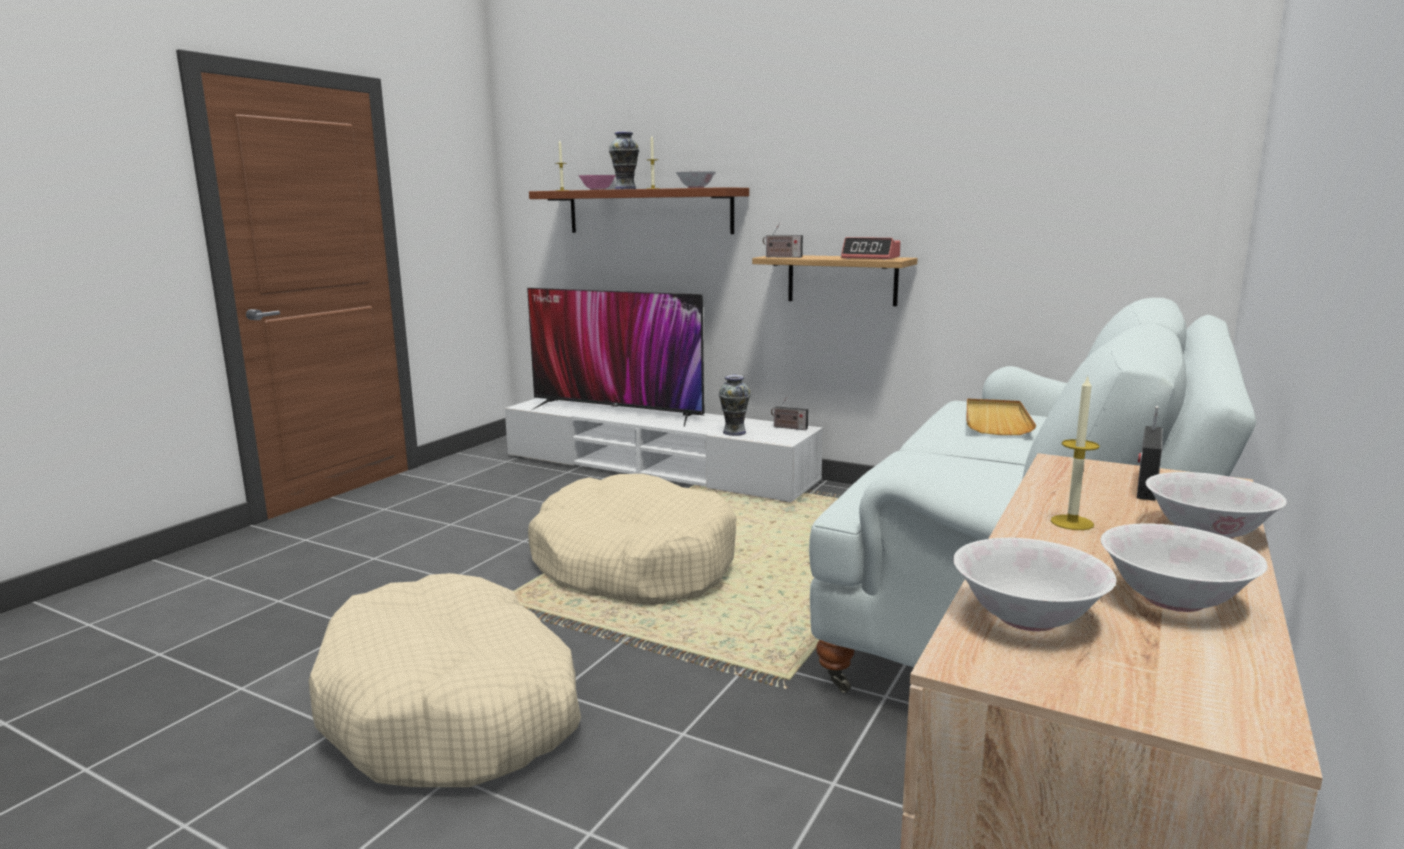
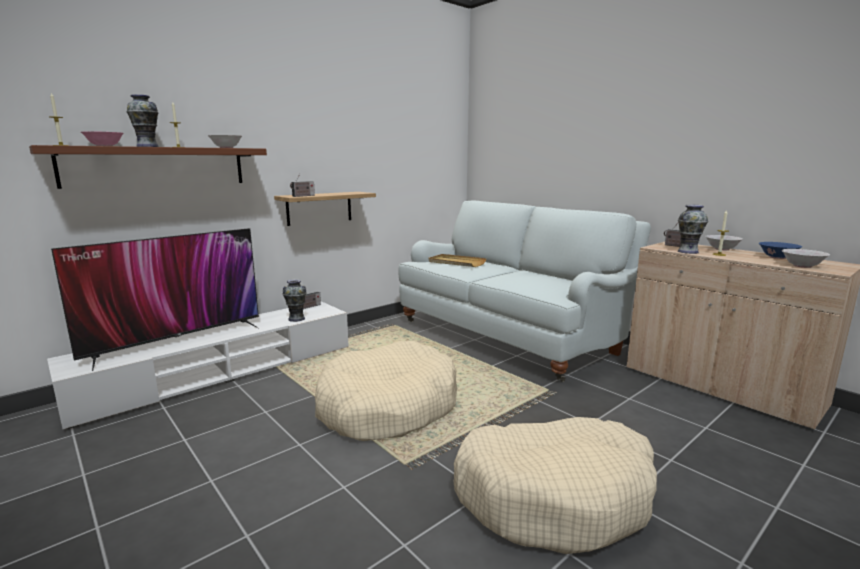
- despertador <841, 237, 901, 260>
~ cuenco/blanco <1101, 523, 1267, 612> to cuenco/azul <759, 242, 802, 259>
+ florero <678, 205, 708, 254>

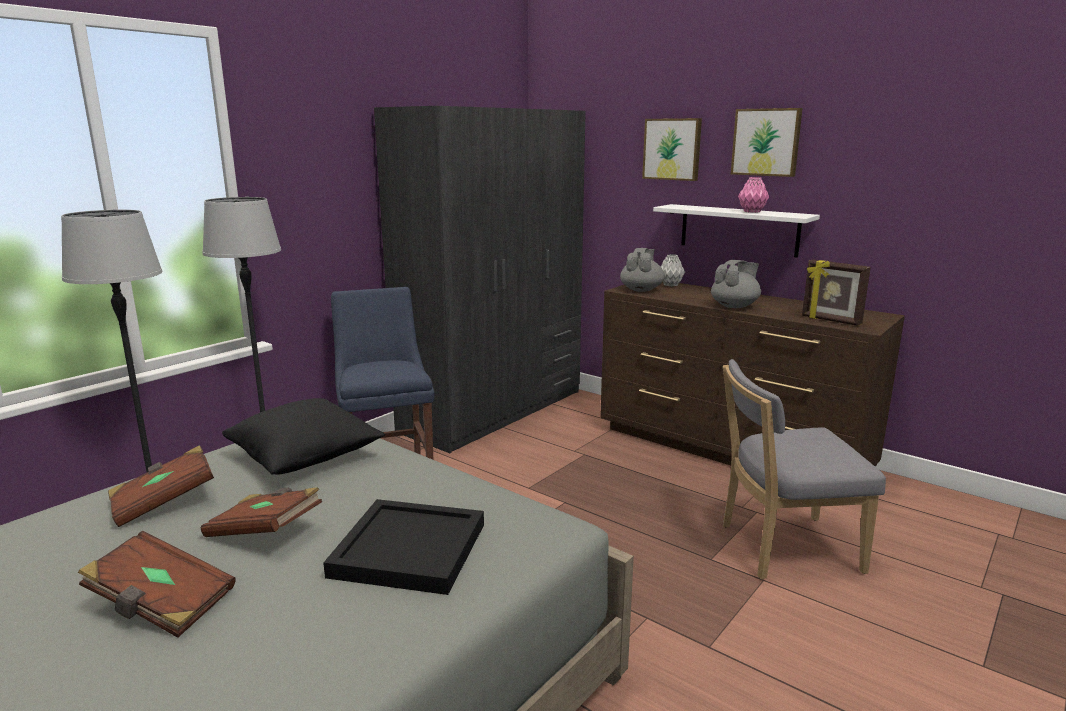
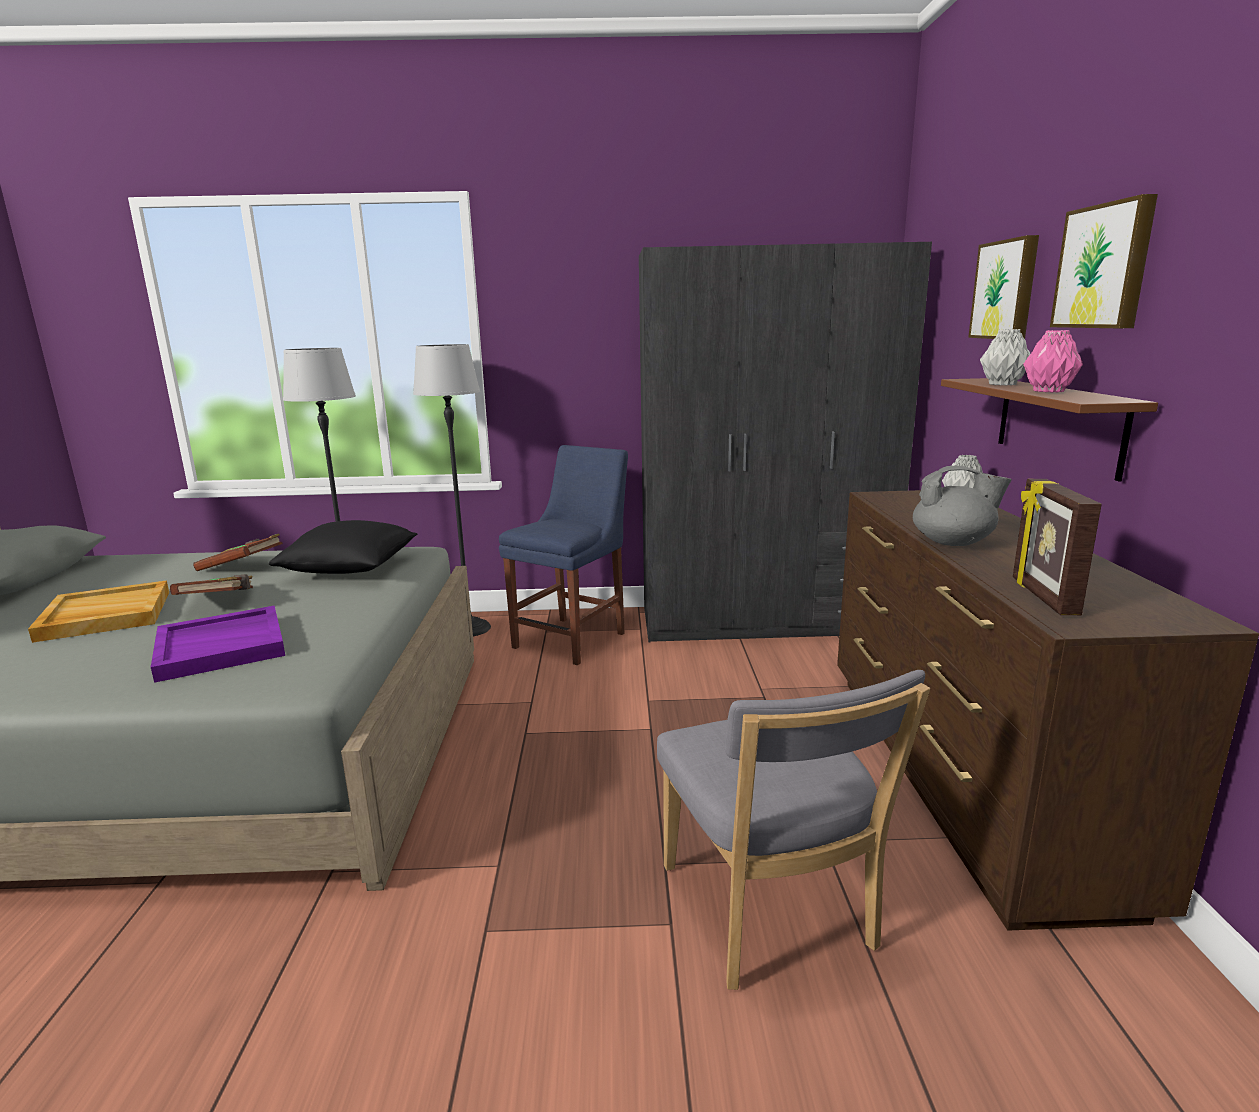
~ libro/marrón <78, 530, 236, 638> to bandeja/beis <28, 580, 169, 643>
~ bandeja/negro <323, 499, 484, 595> to bandeja/morado <151, 606, 285, 683>
- tetera/gris <620, 248, 665, 292>
~ estante/blanco <653, 204, 820, 258> to estante/marrón <941, 378, 1158, 482>
~ silla/gris <723, 359, 886, 580> = <657, 670, 930, 990> 150 degrees counterclockwise
+ florero/gris <980, 329, 1030, 386>

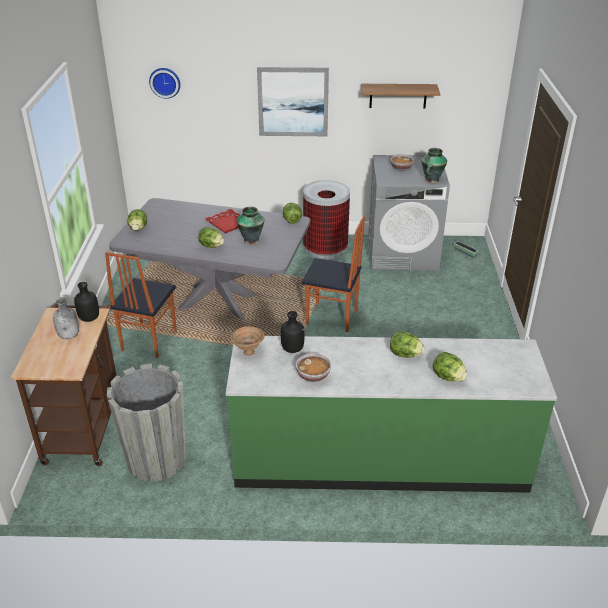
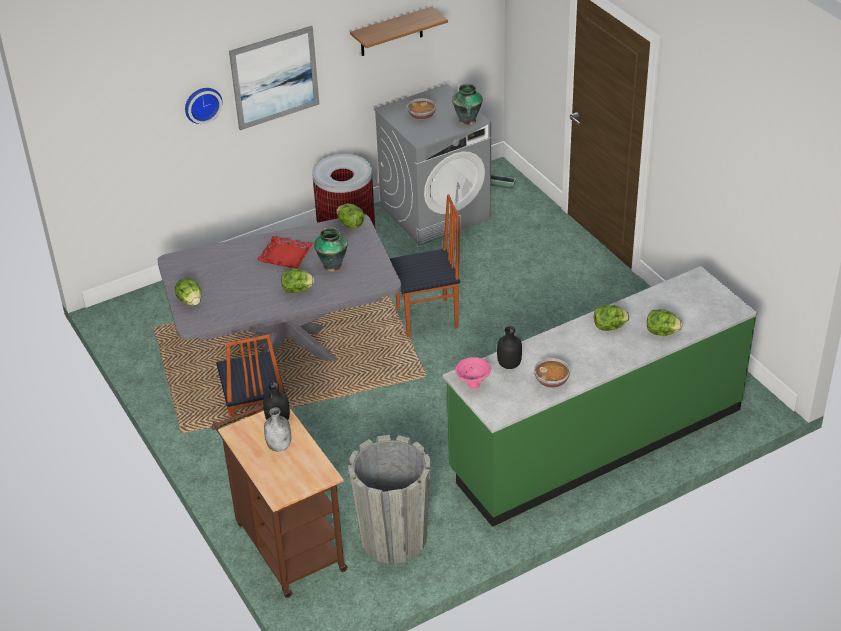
~ reloj de pared <149, 68, 180, 99> to <185, 88, 223, 124>
~ cuenco/marrón <230, 326, 265, 356> to cuenco/rosa <455, 357, 491, 389>

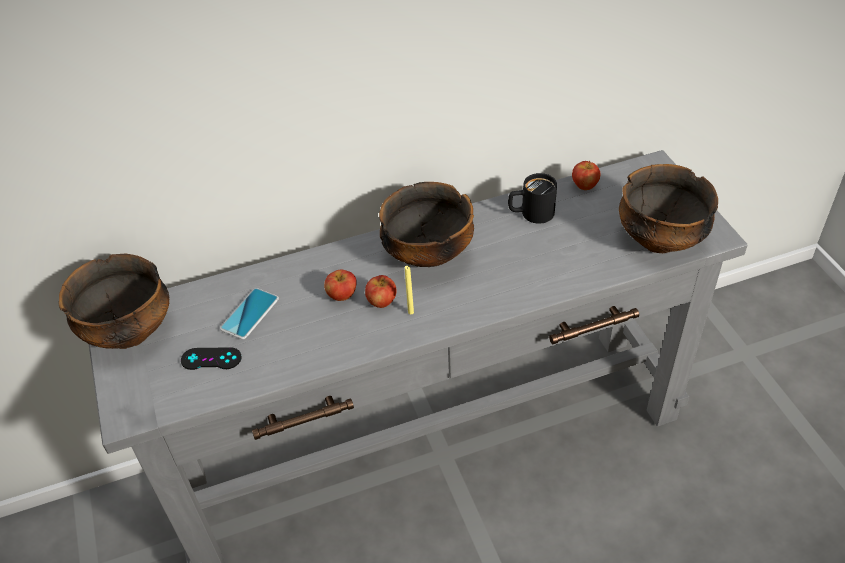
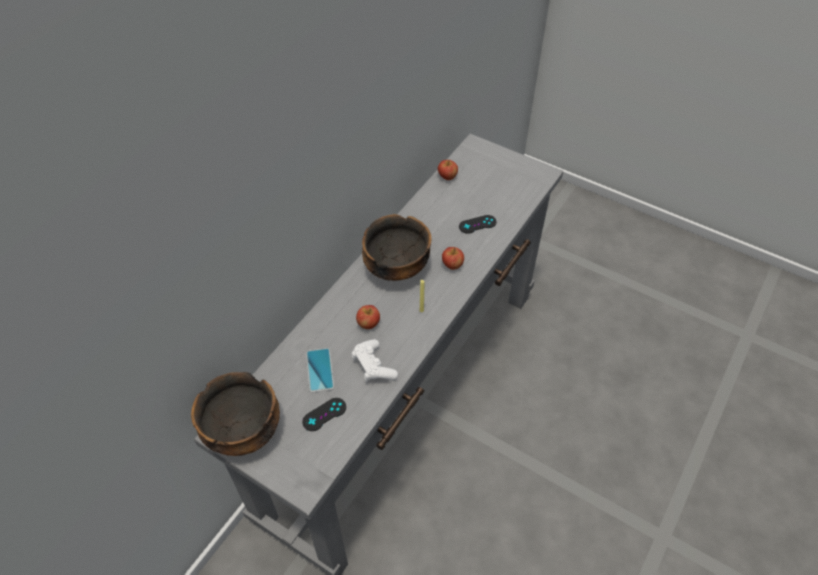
~ manzana <365, 275, 396, 308> to <442, 247, 464, 270>
- taza grande/negro <508, 173, 557, 224>
- cuenco <619, 164, 718, 253>
+ mando de consola/blanco <352, 339, 398, 382>
+ mando de consola/negro <459, 215, 496, 234>

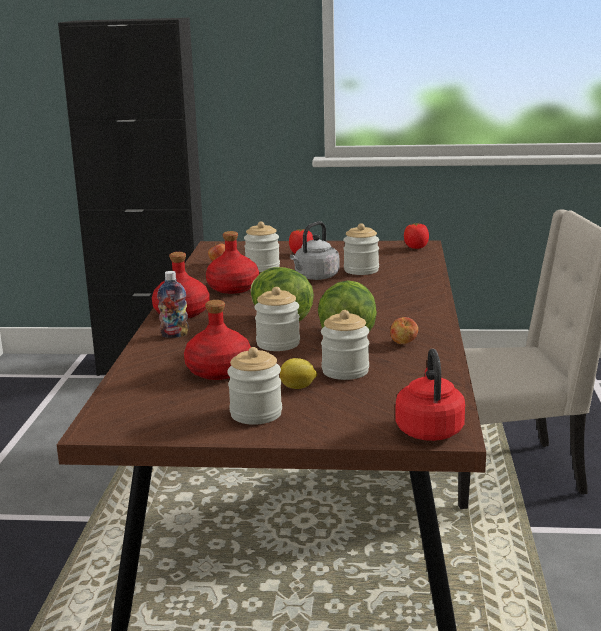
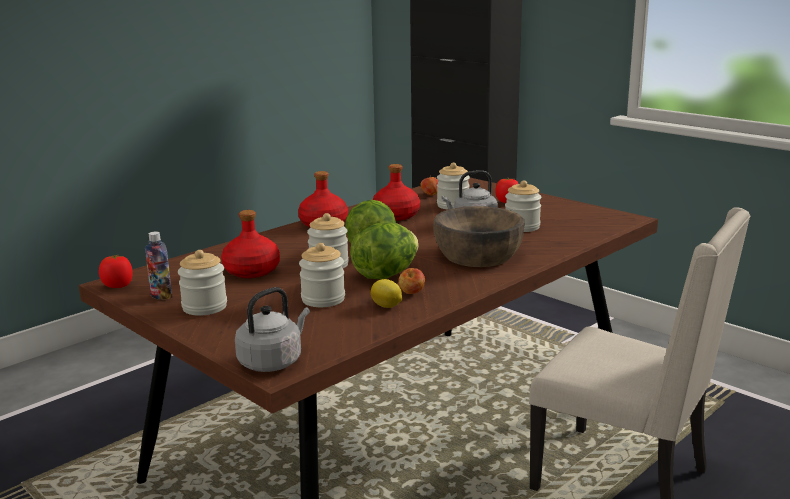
~ botella <157, 271, 189, 338> to <145, 231, 173, 300>
~ limón <280, 358, 317, 389> to <371, 279, 402, 308>
~ hervidor/rojo <395, 349, 465, 441> to hervidor/gris <235, 287, 310, 372>
~ tomate <404, 223, 429, 249> to <99, 255, 132, 288>
+ cuenco/marrón <433, 206, 524, 267>

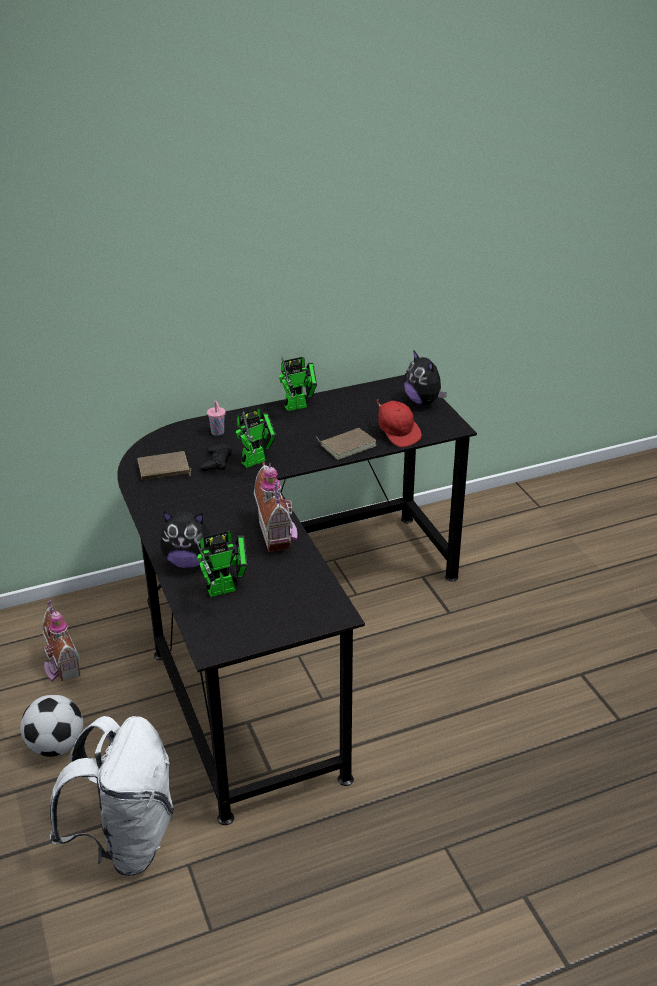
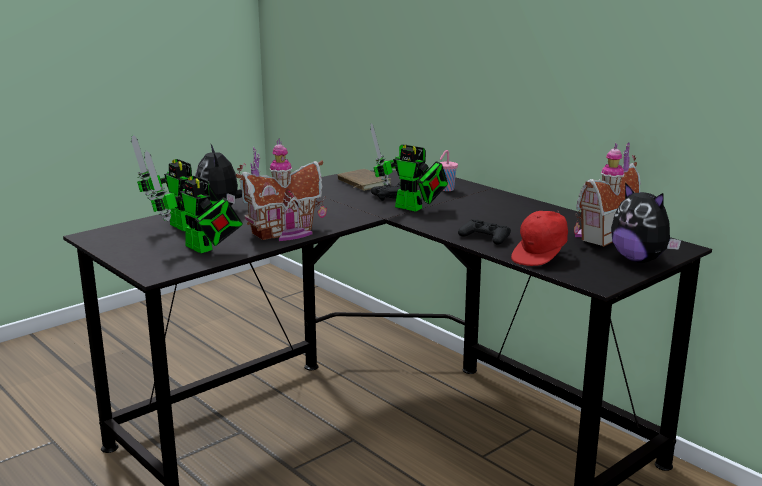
- balón de fútbol <20, 695, 83, 757>
~ casita <42, 599, 81, 682> to <574, 143, 641, 247>
- mochila/blanco <50, 716, 174, 876>
~ robot de juguete <279, 356, 317, 411> to <144, 150, 243, 253>
~ libro/marrón <317, 428, 377, 460> to mando de consola/negro <458, 219, 511, 245>
~ peluche <404, 350, 447, 405> = <611, 183, 681, 263> 75 degrees counterclockwise

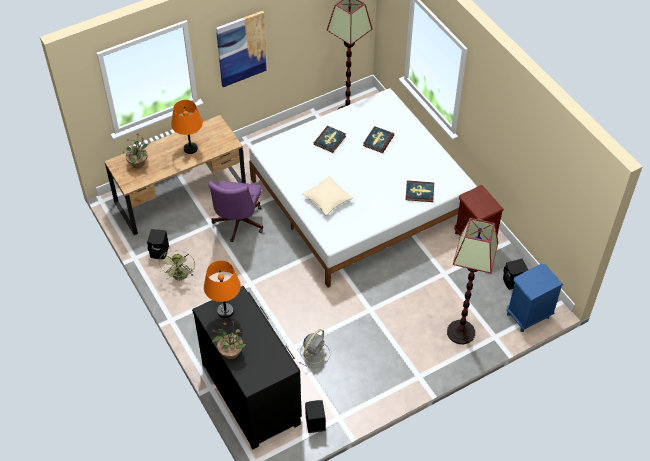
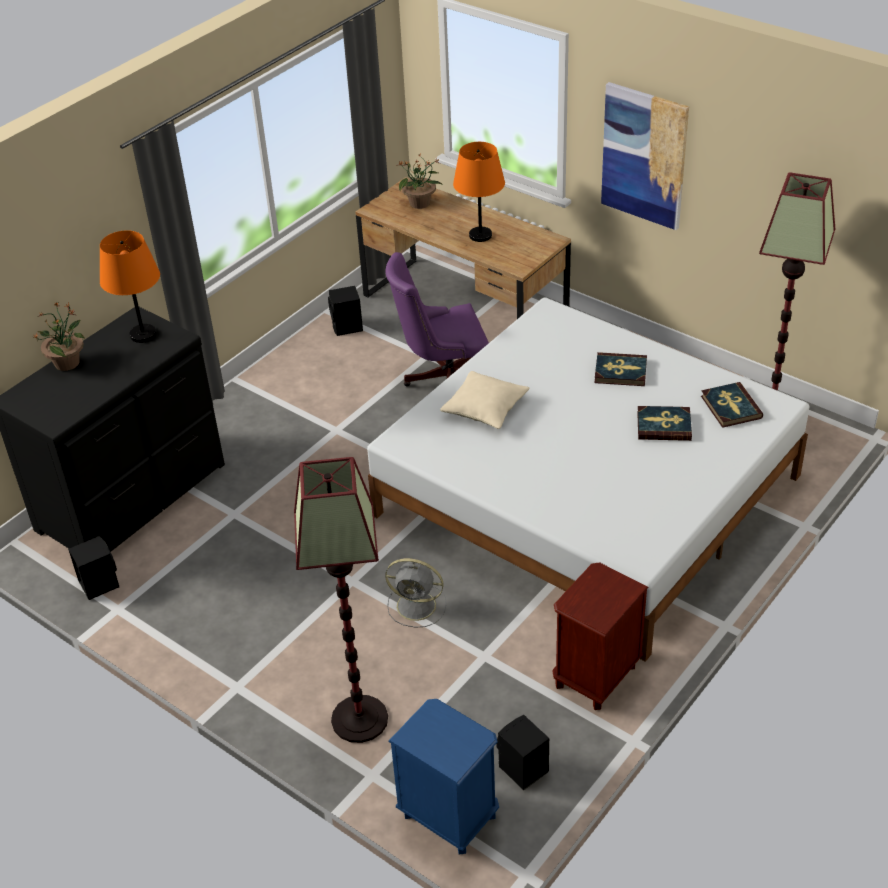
- ventilador/verde <159, 250, 195, 280>
~ ventilador/gris <300, 329, 330, 368> to <385, 558, 447, 628>
~ libro <406, 180, 434, 202> to <701, 382, 763, 428>

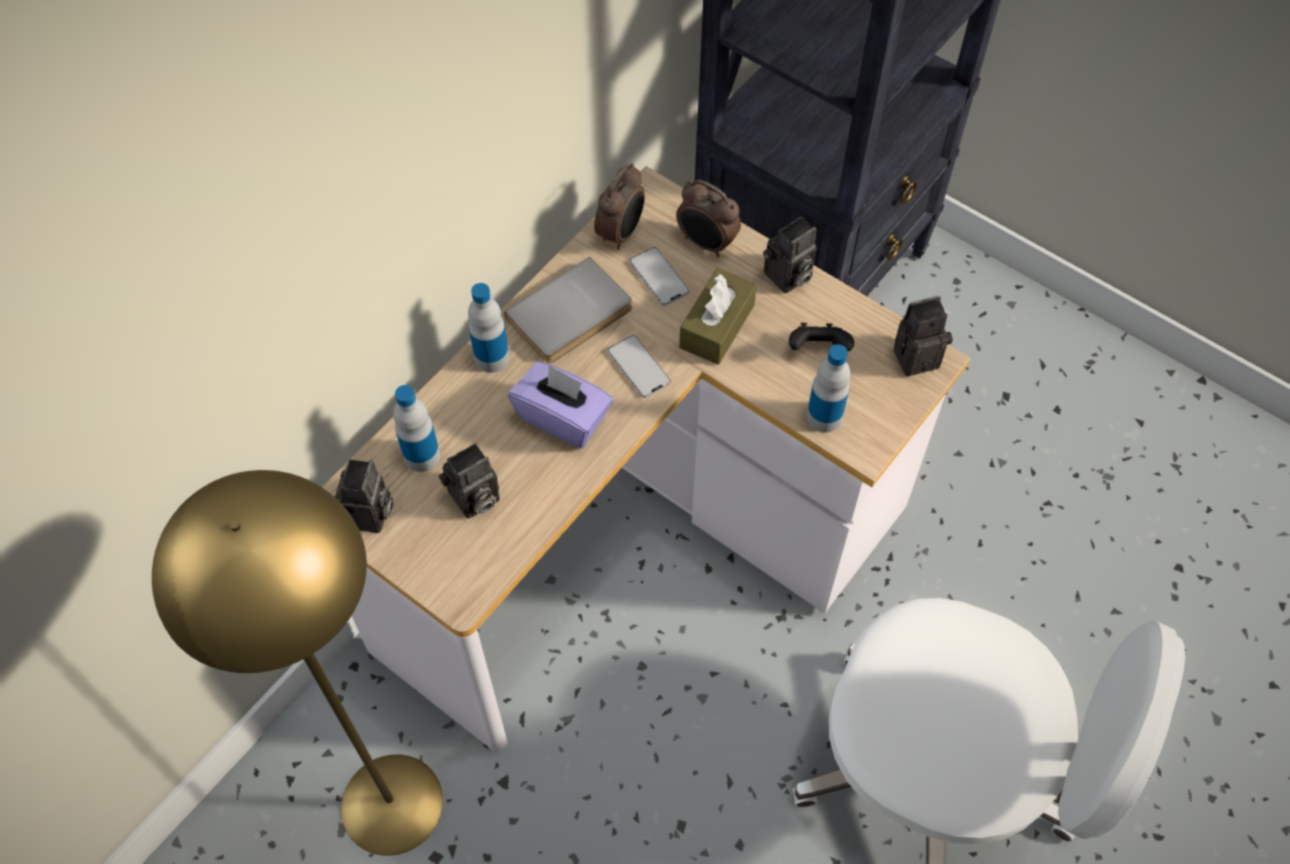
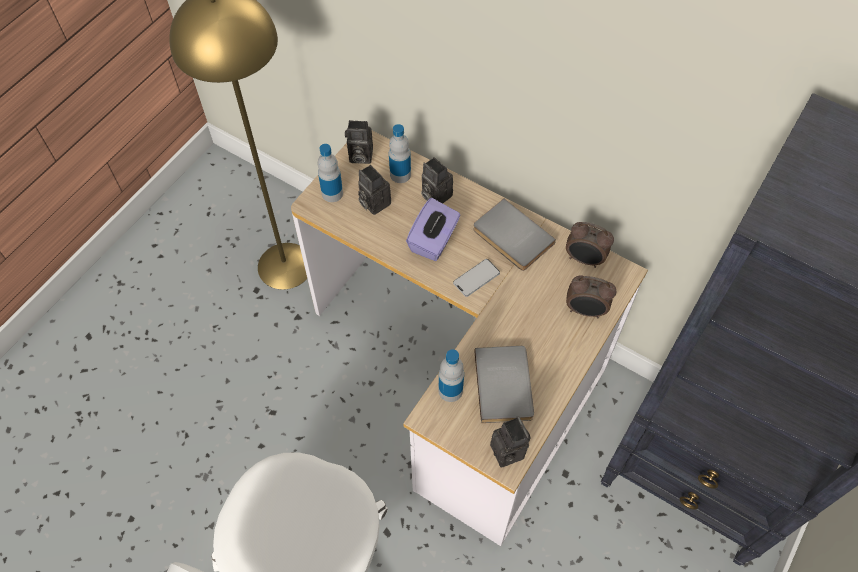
~ botella <468, 283, 509, 373> to <318, 144, 343, 202>
- móvil <630, 247, 689, 306>
~ despertador <676, 180, 741, 257> = <566, 275, 616, 318> 105 degrees counterclockwise
- caja de pañuelos/marrón <679, 268, 757, 365>
~ cámara <763, 217, 817, 293> to <421, 157, 453, 203>
~ mando de consola/negro <789, 323, 854, 351> to libro/gris <474, 346, 534, 423>

